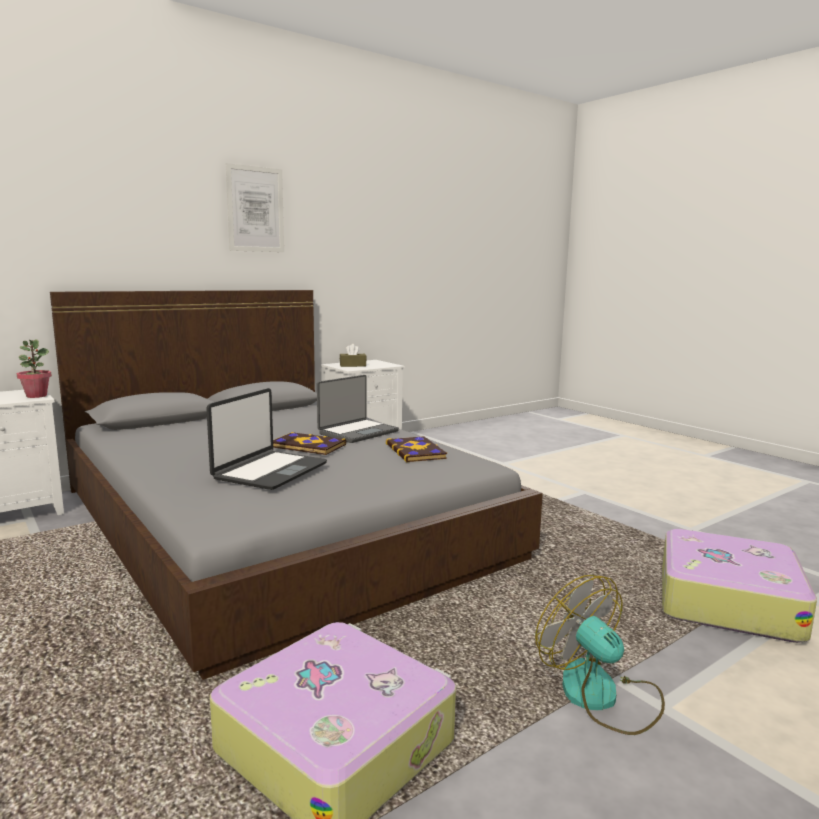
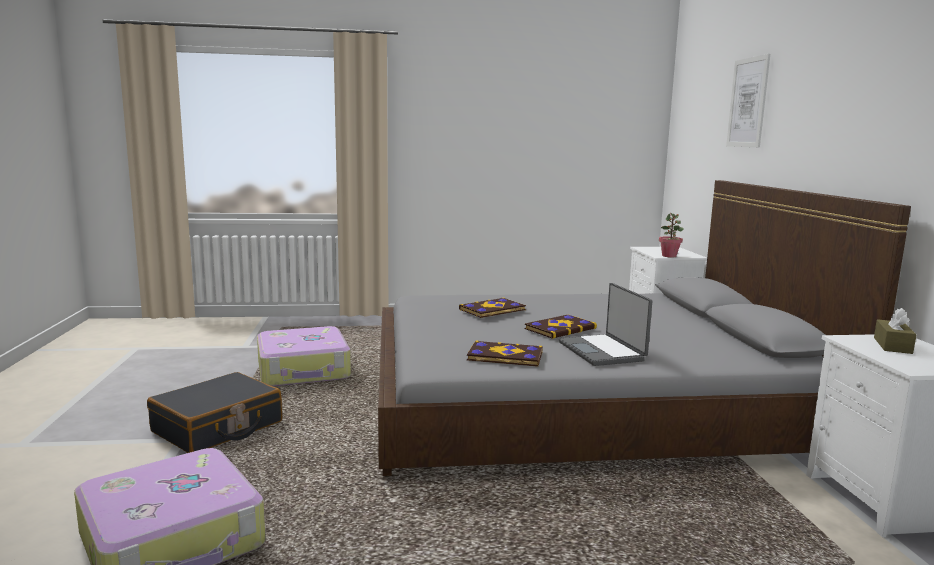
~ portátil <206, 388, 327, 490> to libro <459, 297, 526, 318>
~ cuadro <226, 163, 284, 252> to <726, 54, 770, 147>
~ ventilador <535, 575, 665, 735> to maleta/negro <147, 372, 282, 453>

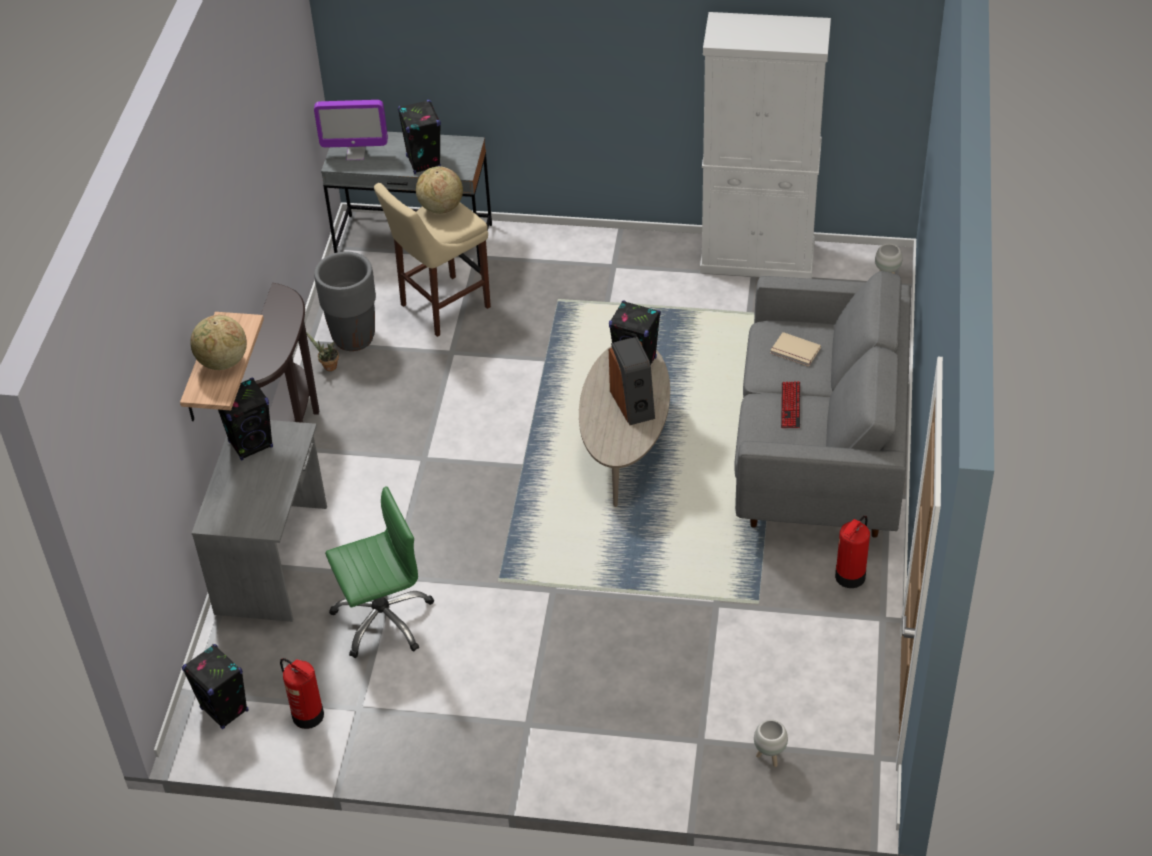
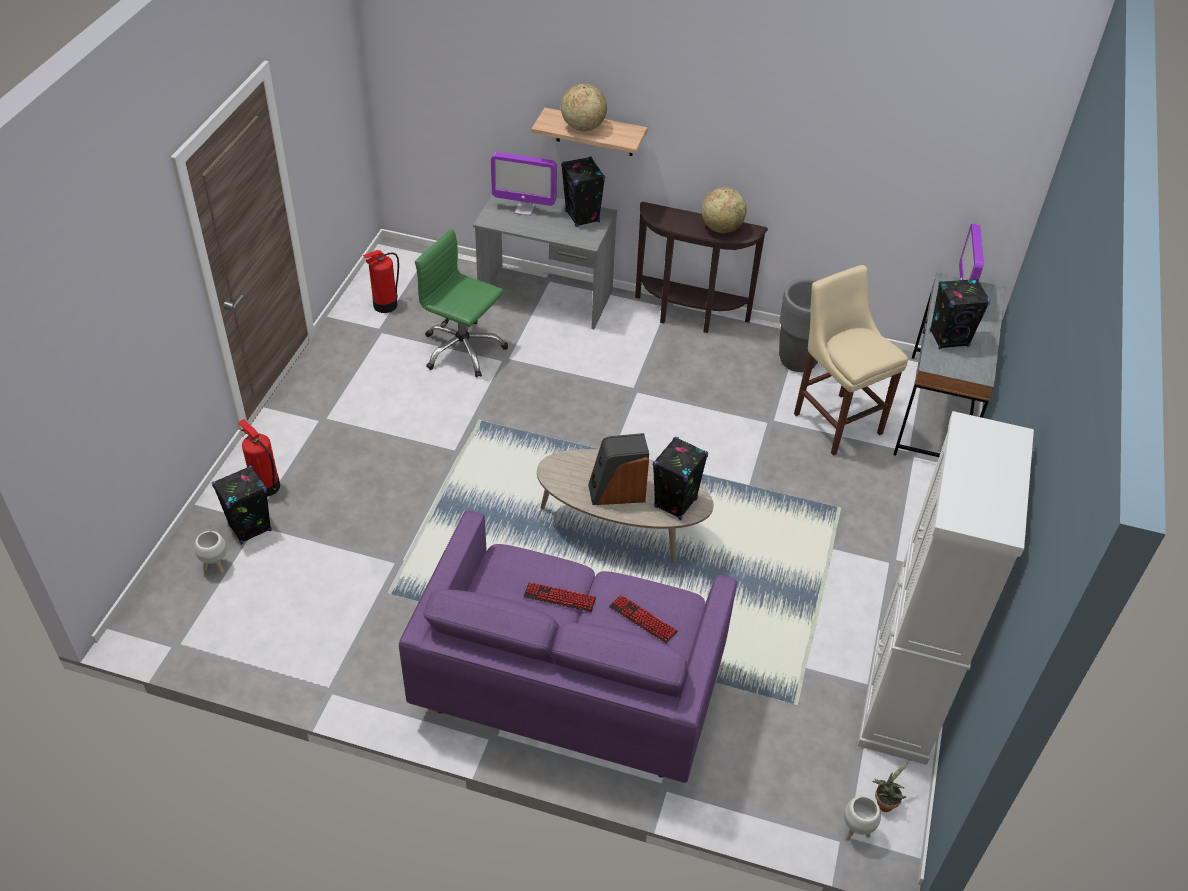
~ altavoz/negro <182, 644, 249, 729> to <212, 465, 272, 545>
~ planta en maceta <306, 332, 339, 371> to <872, 760, 910, 812>
~ silla de oficina/verde <325, 486, 434, 658> = <415, 229, 508, 378> 135 degrees clockwise
~ globo terráqueo <416, 166, 463, 214> to <702, 187, 747, 233>
~ sofá/gris <734, 271, 911, 538> to sofá/morado <399, 510, 737, 783>
~ libro/beis <771, 332, 821, 367> to teclado <609, 595, 678, 644>
~ extintor <835, 516, 870, 588> to <238, 419, 280, 497>
+ monitor <491, 152, 557, 216>

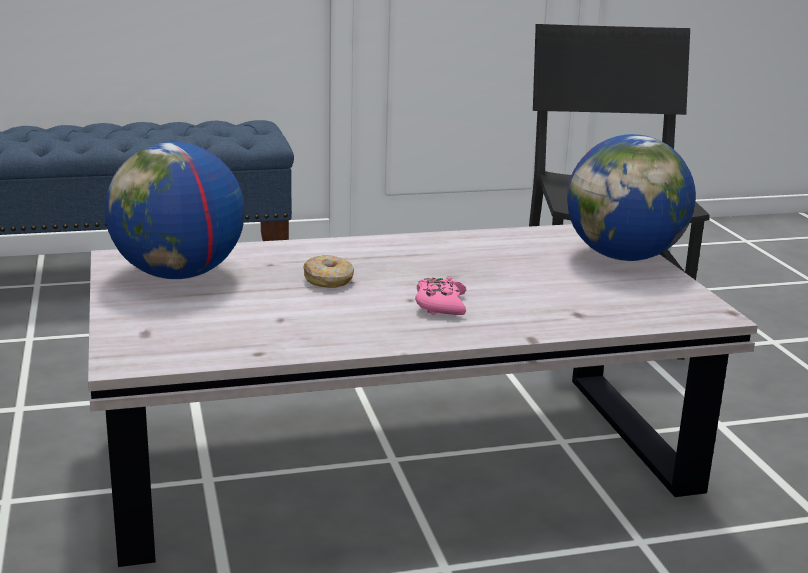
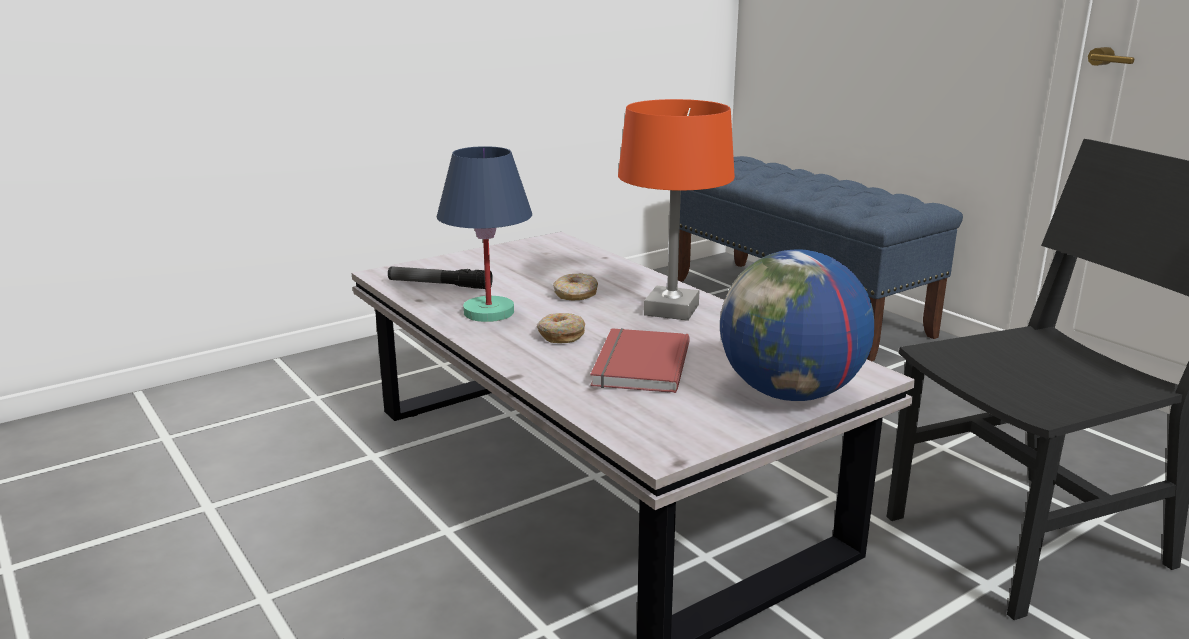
- globo terráqueo <105, 142, 244, 279>
~ mando de consola/rosa <415, 276, 466, 315> to rosquilla <537, 313, 585, 343>
+ linterna <388, 266, 493, 289>
+ lámpara de mesa/azul <437, 146, 532, 322>
+ libro/rojo <590, 328, 690, 393>
+ lámpara de mesa/naranja <618, 99, 735, 321>

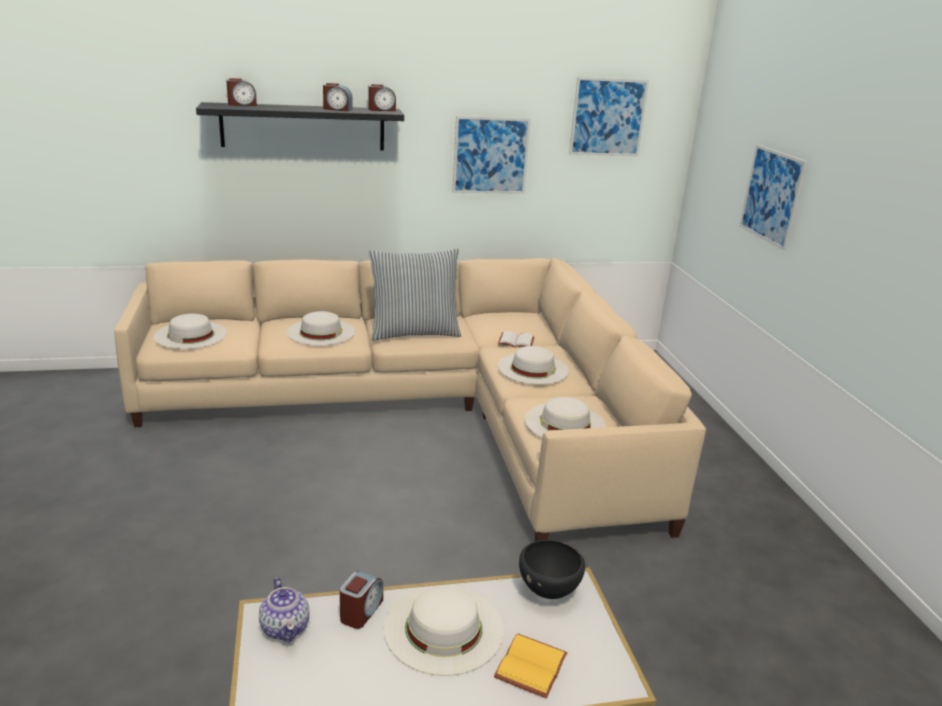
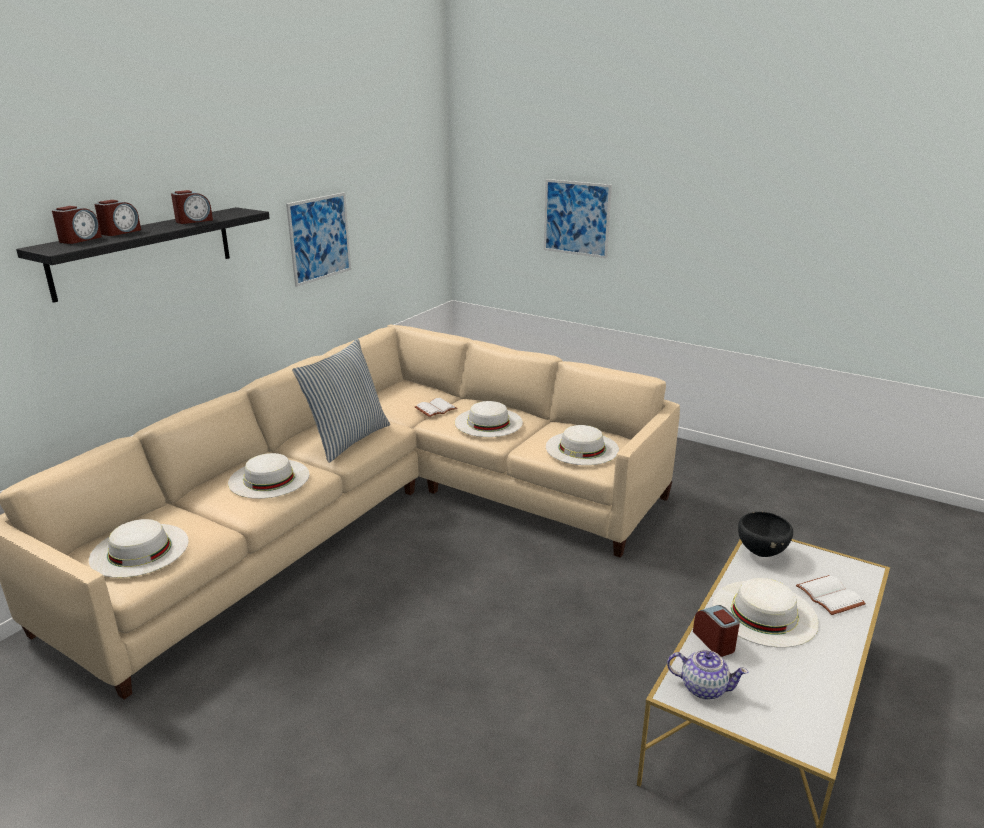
~ despertador <368, 84, 396, 111> to <94, 200, 141, 236>
~ libro/amarillo <494, 633, 567, 698> to libro/blanco <796, 575, 866, 615>
- cuadro <569, 77, 649, 156>

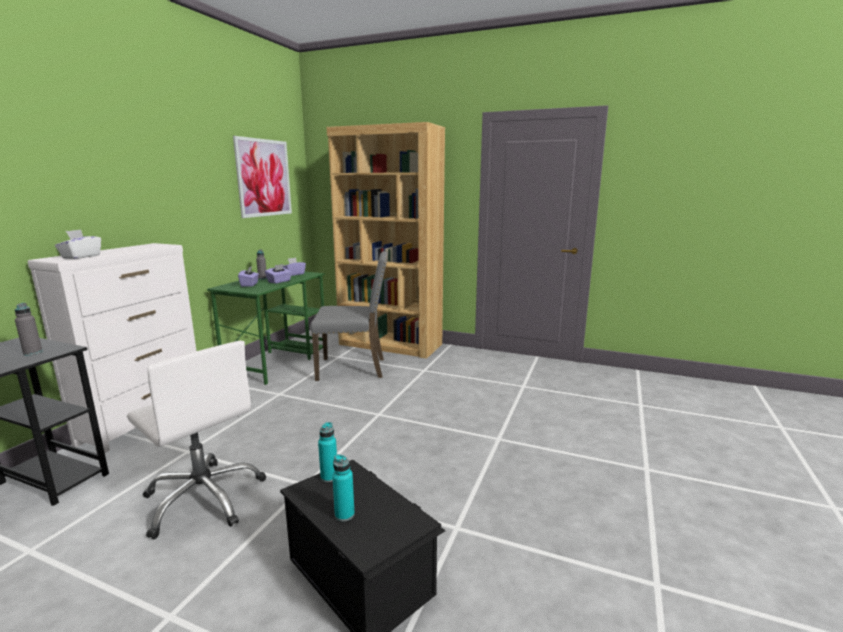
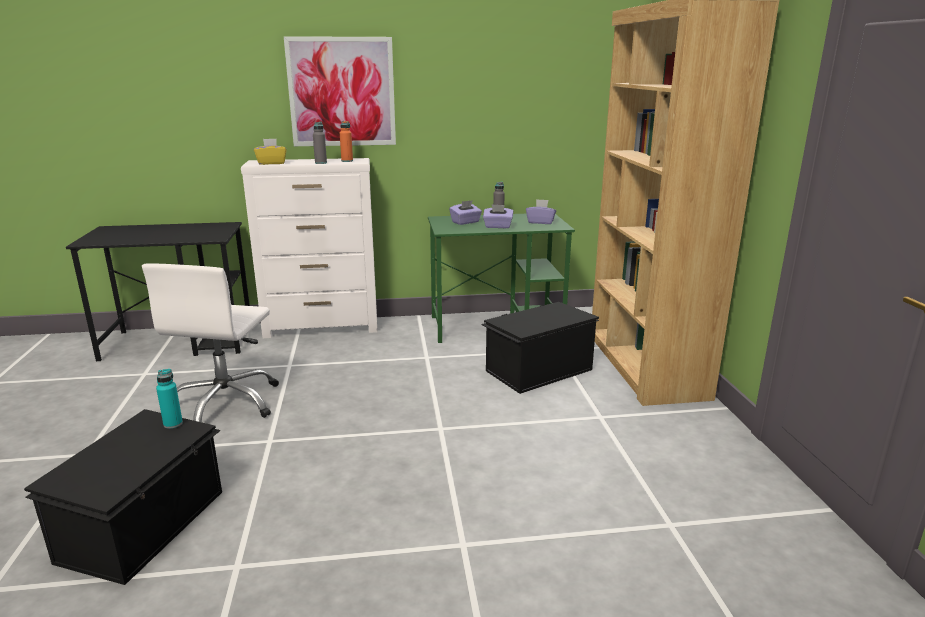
~ botella/gris <15, 303, 42, 356> to <313, 122, 327, 164>
~ caja de pañuelos/blanco <55, 229, 101, 259> to caja de pañuelos/amarillo <254, 138, 287, 165>
~ cuadro <233, 136, 292, 218> to <284, 36, 396, 146>
~ silla/gris <310, 251, 388, 381> to caja de almacenaje/negro <481, 302, 599, 394>
- botella/turquesa <332, 454, 355, 521>
+ botella/naranja <340, 121, 353, 162>

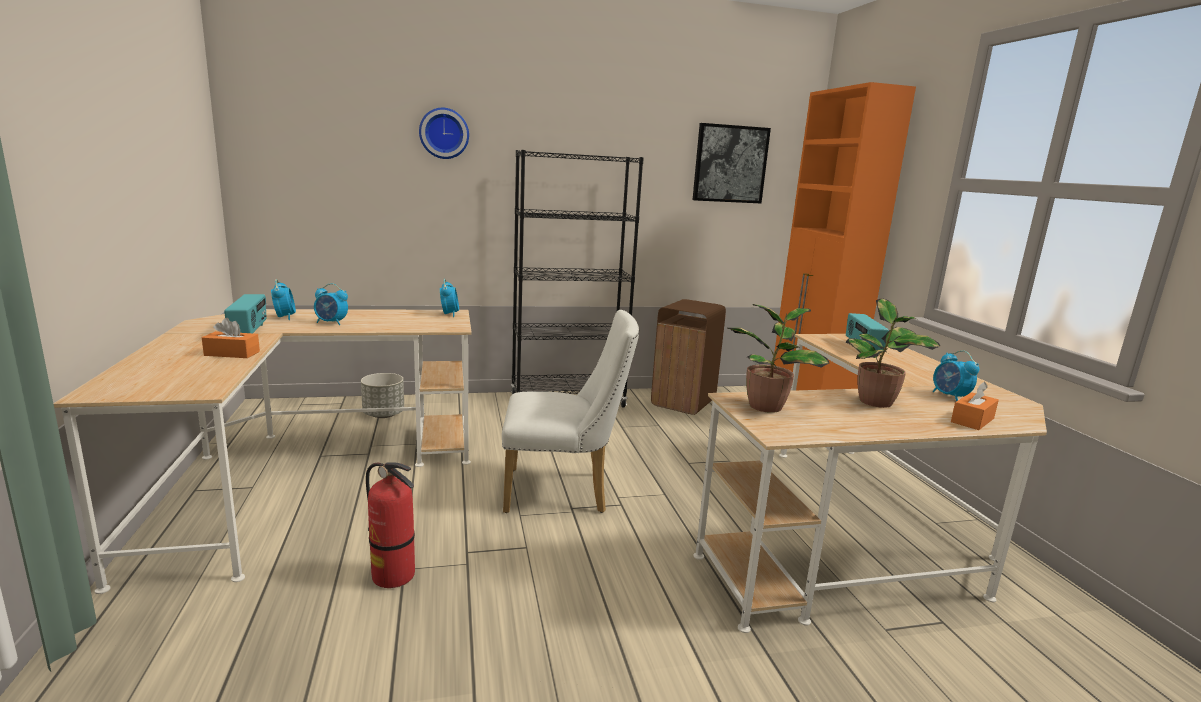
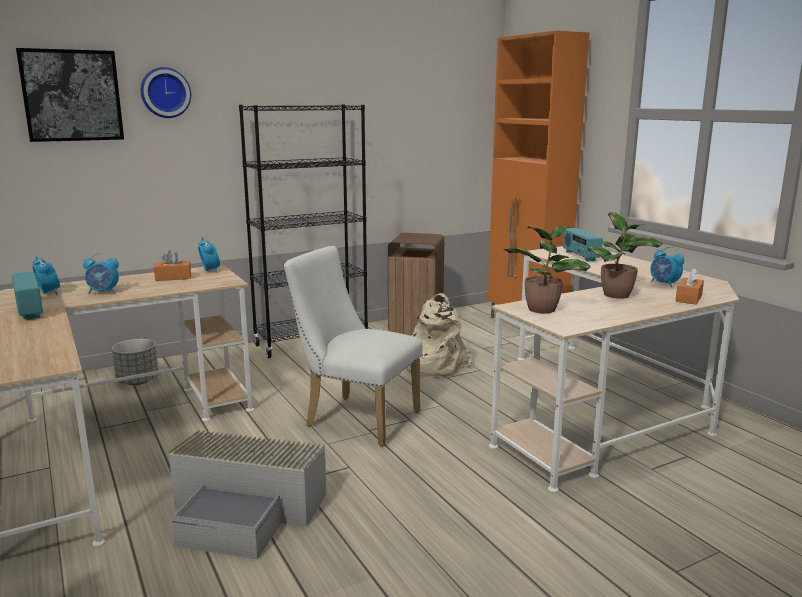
~ caja de pañuelos/naranja <202, 318, 260, 358> to <154, 250, 191, 281>
~ extintor <366, 462, 415, 588> to caja de almacenaje/gris <168, 430, 326, 559>
~ silla/blanco <502, 310, 639, 513> = <284, 246, 423, 447> 135 degrees counterclockwise
~ cuadro <693, 123, 771, 203> to <16, 48, 124, 142>
+ mochila/beis <406, 293, 473, 376>

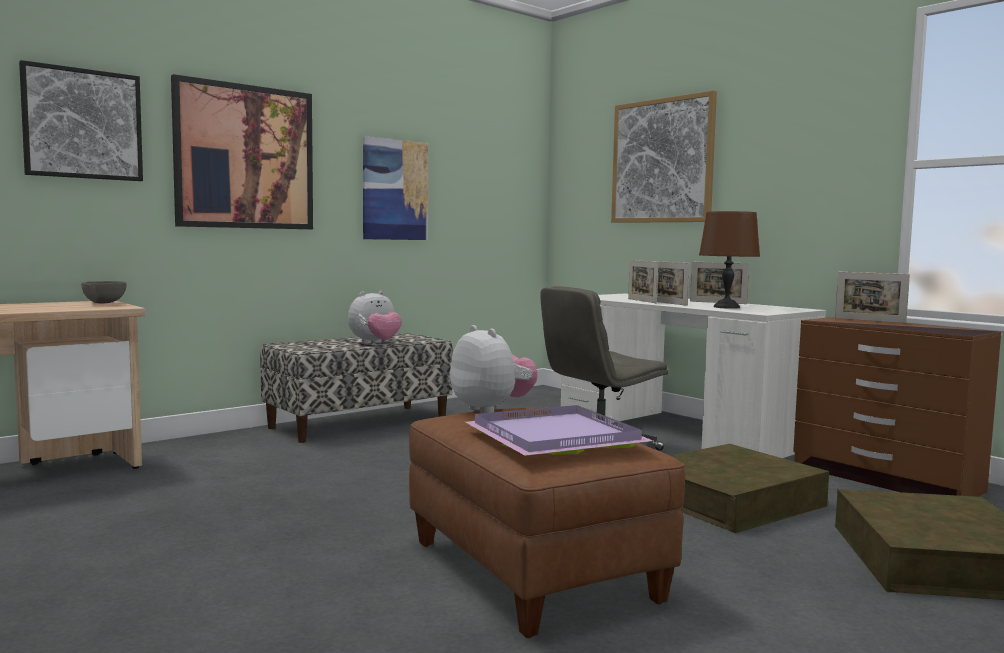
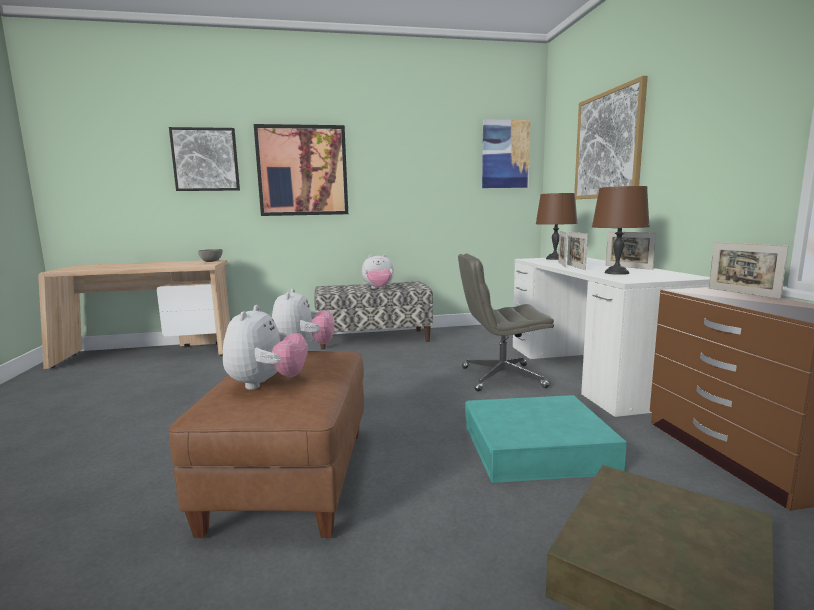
~ cuadro <363, 136, 428, 240> to <482, 119, 531, 188>
~ bandeja/morado <465, 405, 653, 456> to peluche <223, 305, 308, 390>
~ caja de almacenaje/marrón <670, 444, 829, 533> to caja de almacenaje/turquesa <465, 395, 627, 483>
+ lámpara de mesa/marrón <536, 193, 578, 260>

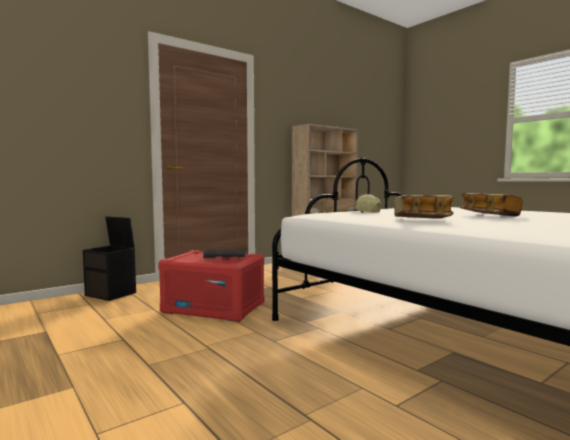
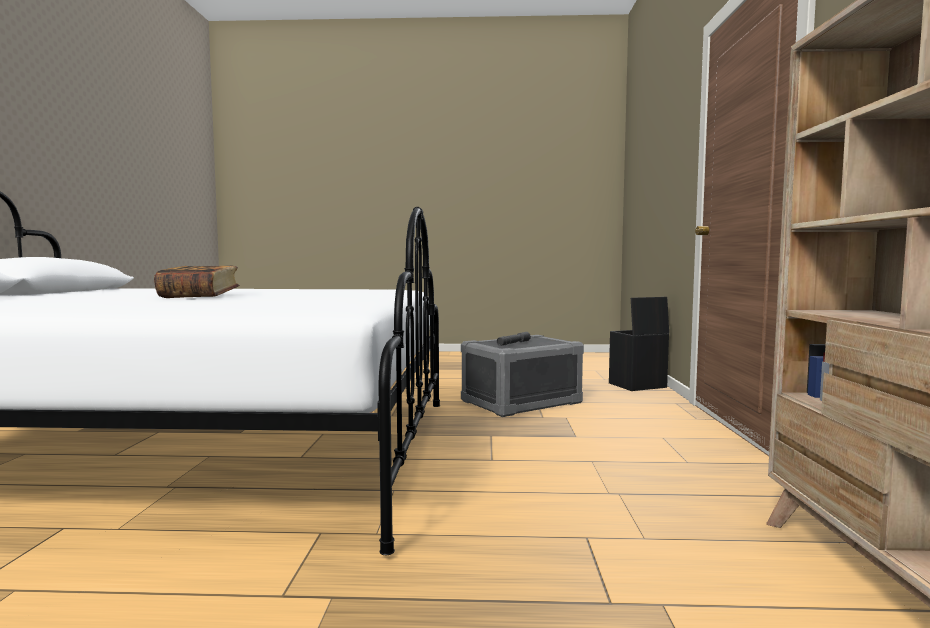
~ caja de almacenaje/rojo <158, 250, 265, 322> to caja de almacenaje/gris <461, 335, 584, 417>
- gorra <347, 194, 381, 213>
- libro <394, 195, 454, 219>

